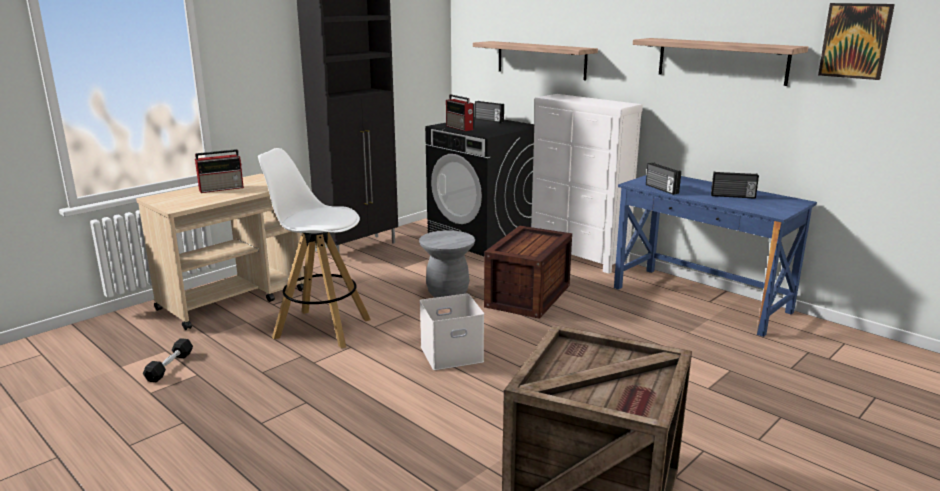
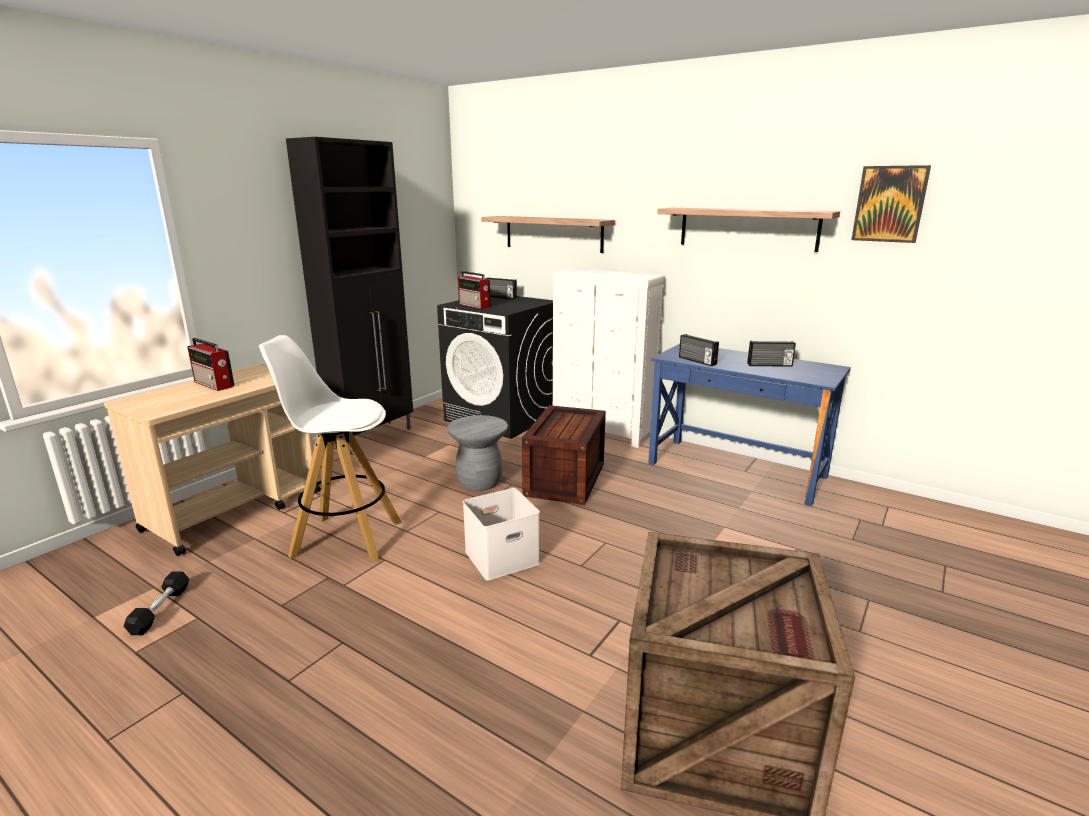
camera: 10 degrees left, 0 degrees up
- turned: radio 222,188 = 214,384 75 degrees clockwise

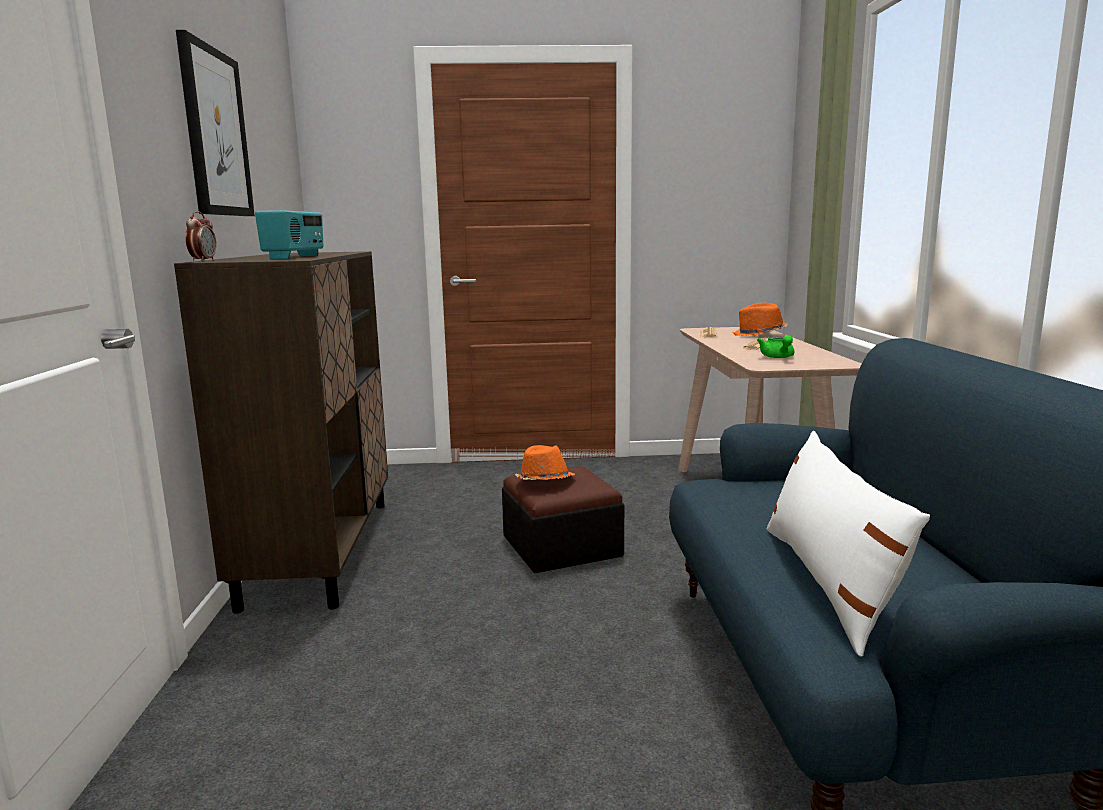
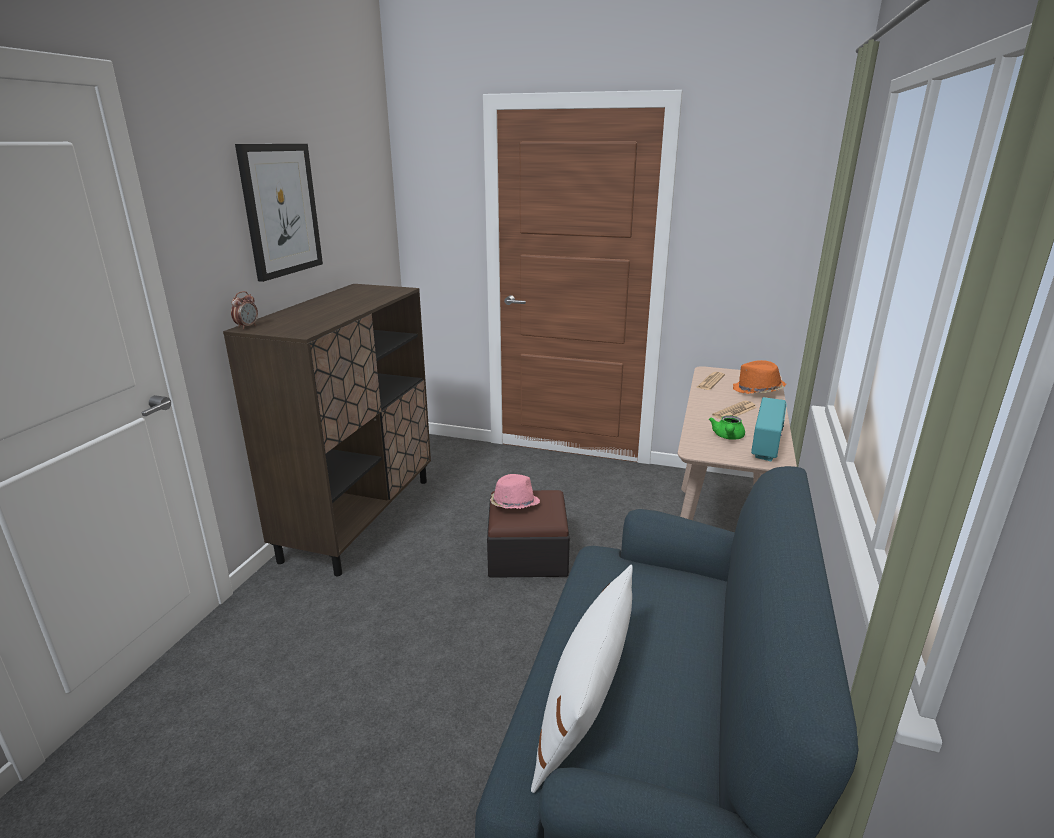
camera: 20 degrees right, 10 degrees up
- moved: radio 295,257 to 766,446
- recoloured: orange hat 544,482 to pinkish hat 514,504

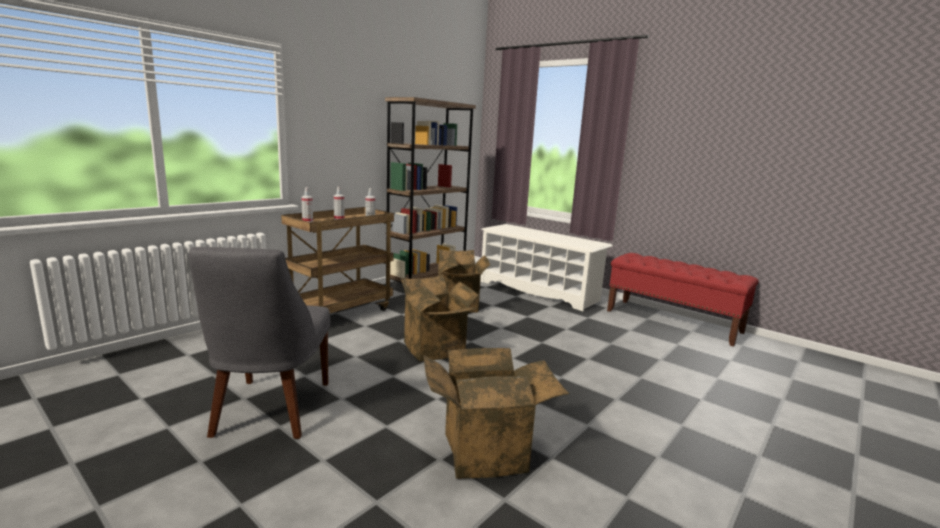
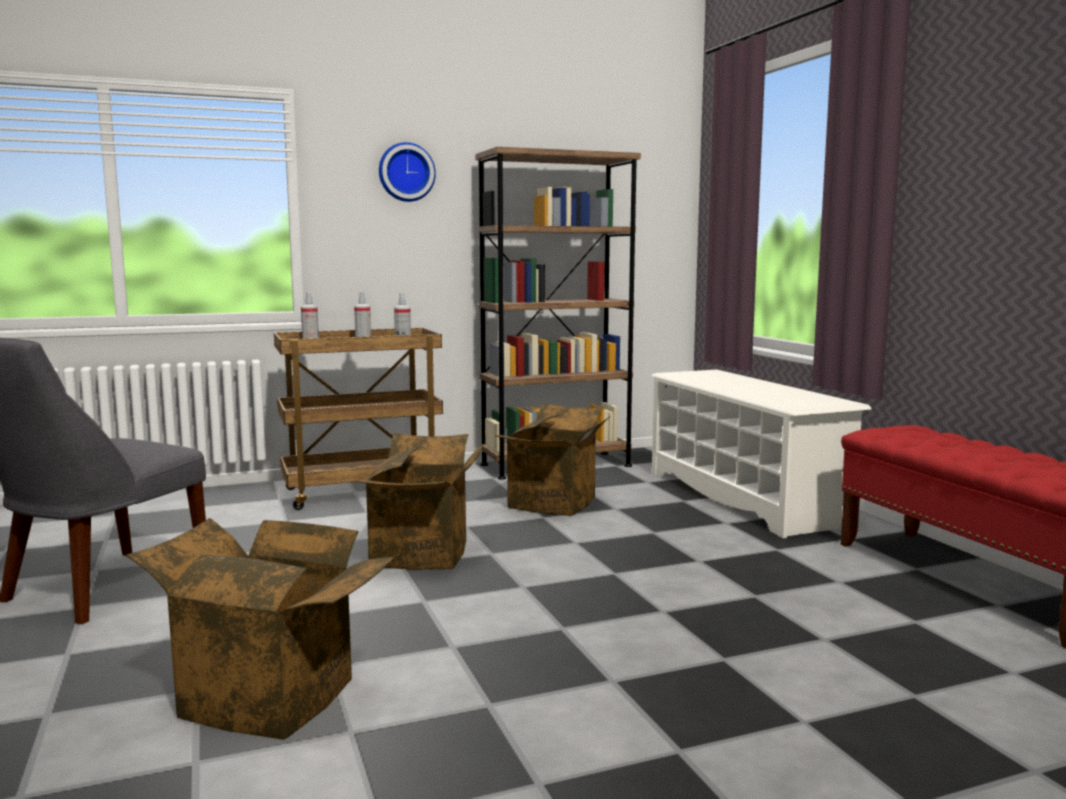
camera: 30 degrees right, 5 degrees down
- added: clock on the wall 406,172

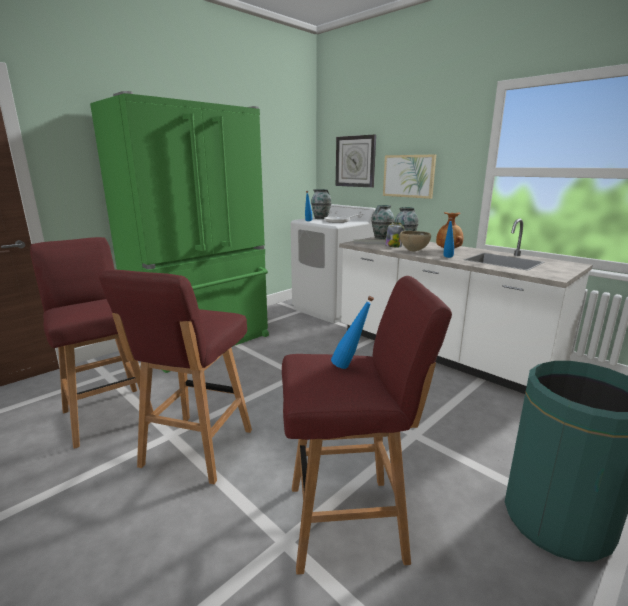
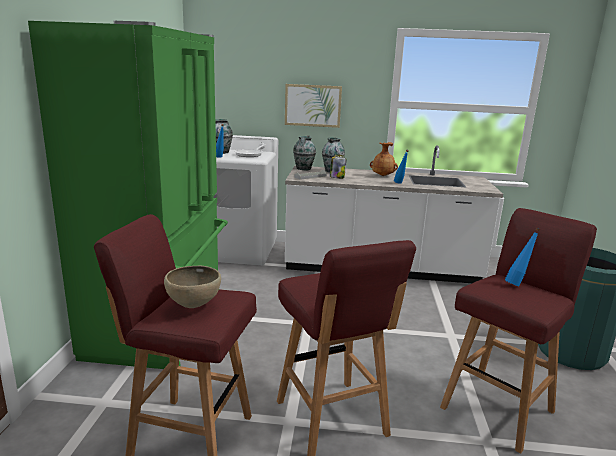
camera: 40 degrees left, 0 degrees up
- removed: clock on the wall 355,161
- moved: brownish serving bowl 414,251 to 194,305

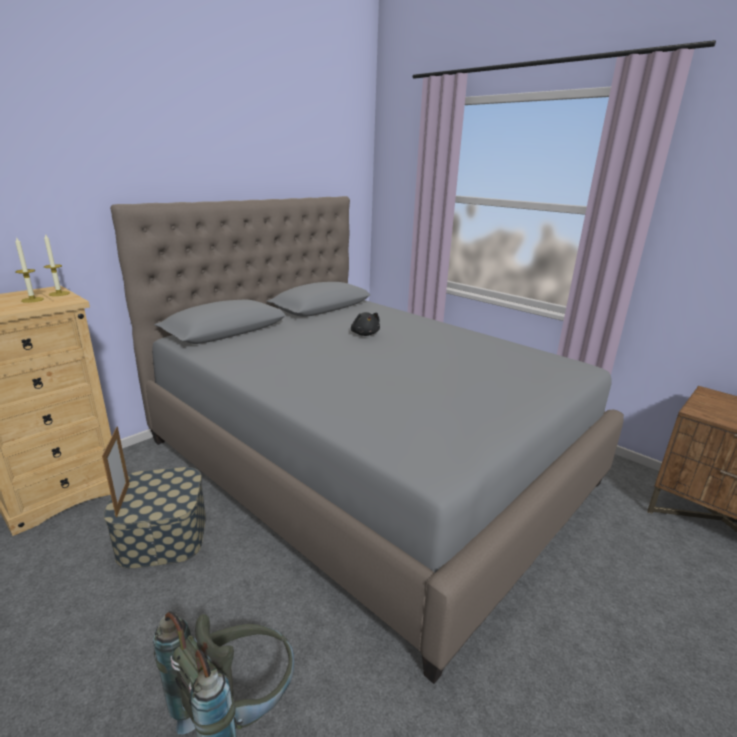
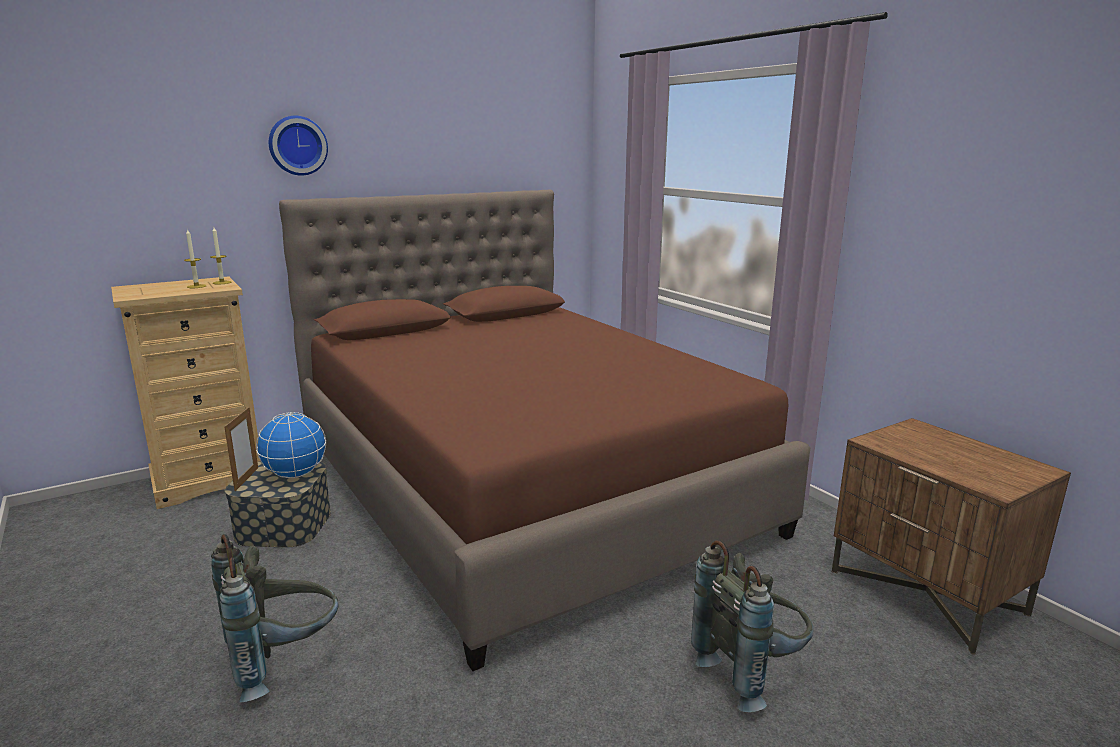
camera: 15 degrees right, 5 degrees down
- recoloured: grey bedroom bed 367,461 to brownish bedroom bed 523,486
- removed: blackish plush toy 365,334
- added: clock on the wall 297,145
- added: globe 295,474
- added: grey backpack 751,672

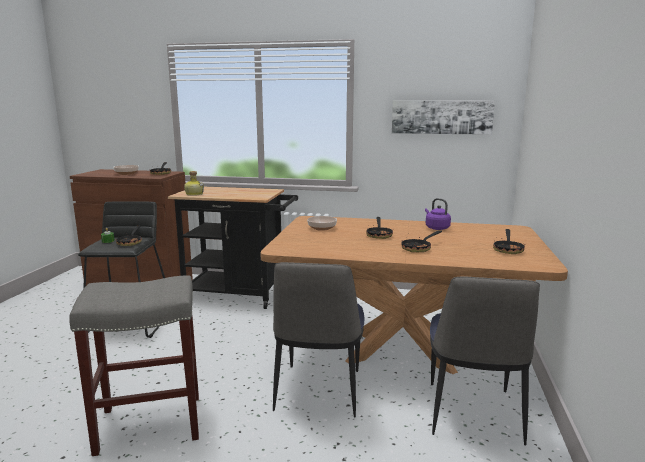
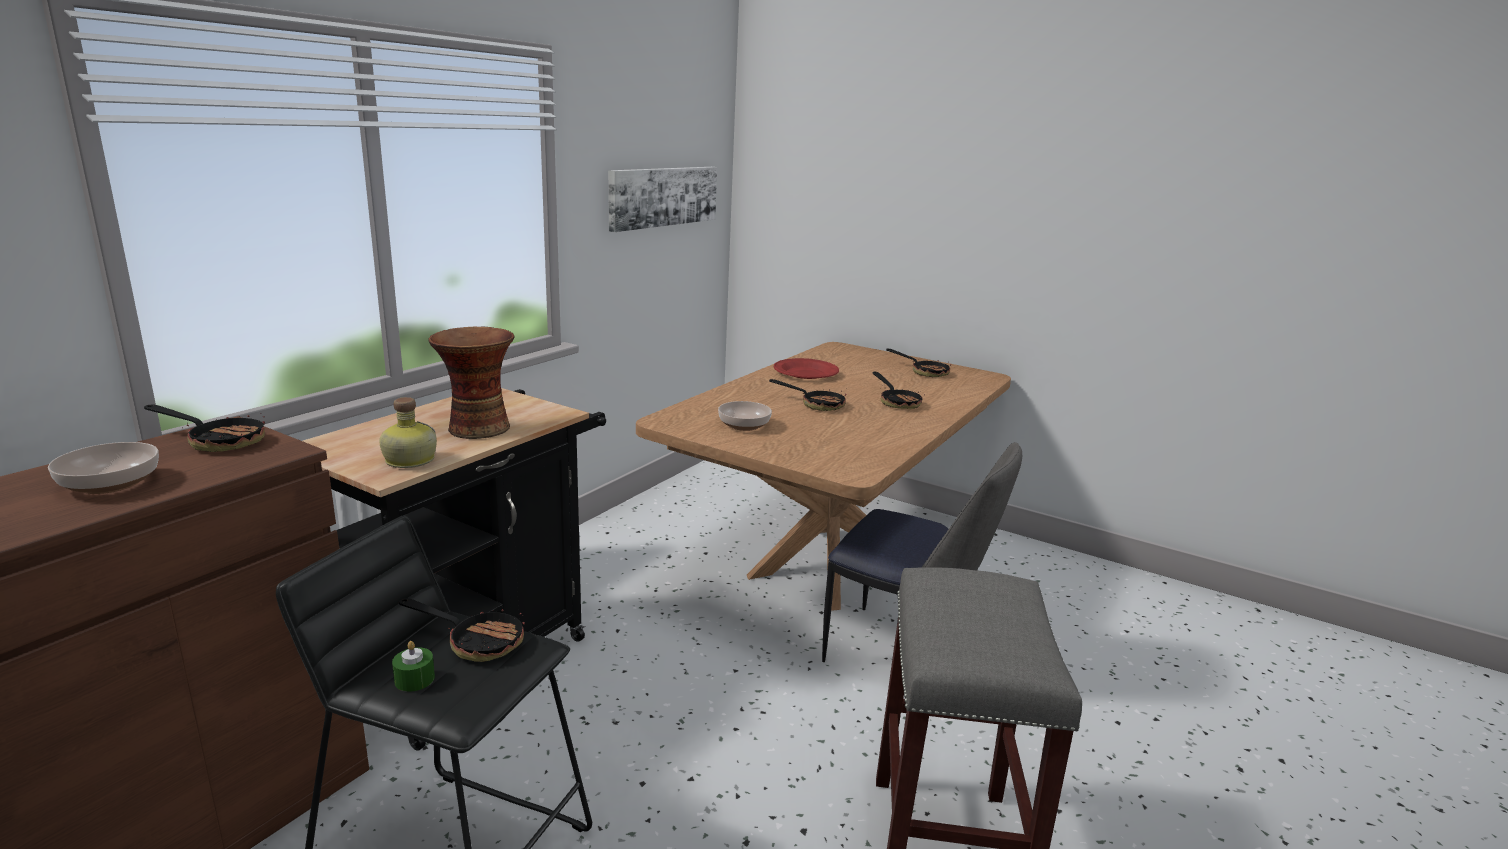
camera: 70 degrees left, 5 degrees up
- replaced: purple water kettle 436,228 to reddish dinner plate 805,373
- removed: upright chair 473,414
- added: decorative vase 477,428

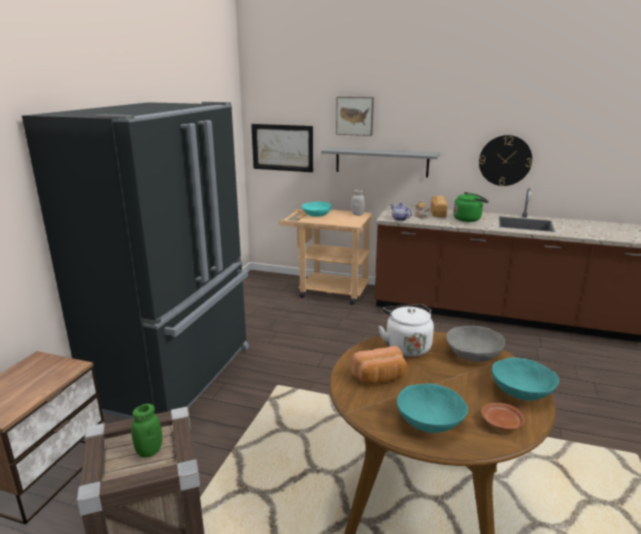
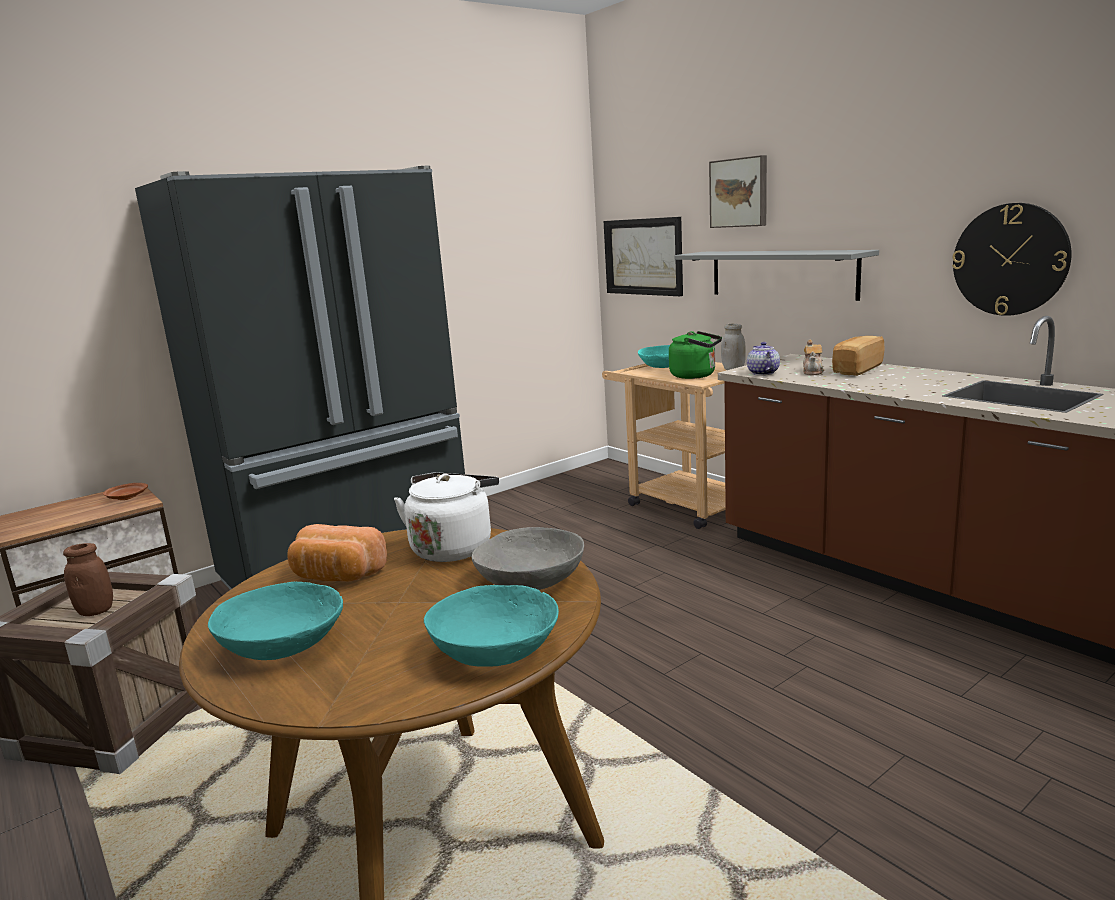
camera: 35 degrees right, 5 degrees down
- moved: green water kettle 468,219 to 696,376
- moved: brownish dinner plate 501,422 to 126,497
- recoloured: green preserve jar 149,451 to brownish preserve jar 95,611

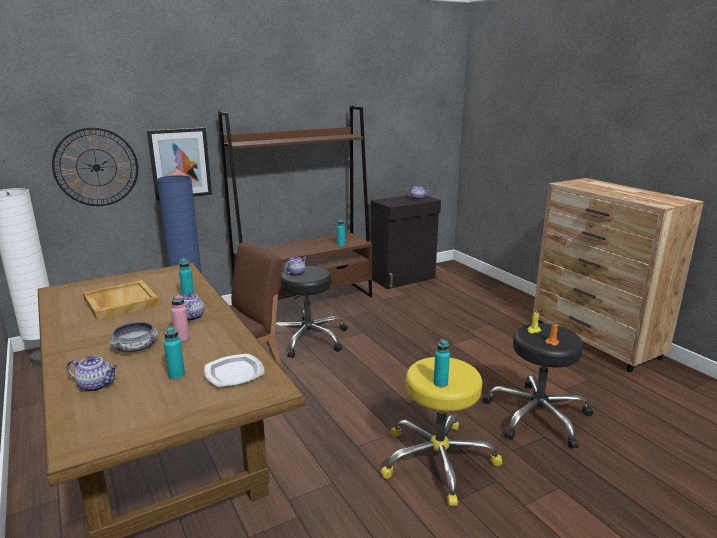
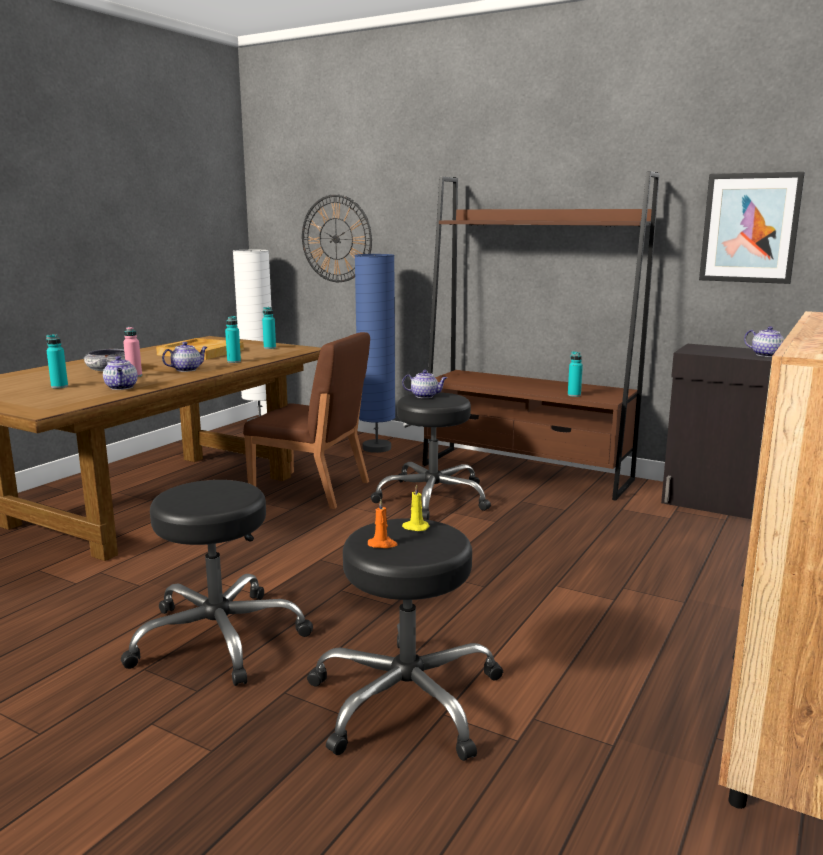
camera: 60 degrees right, 5 degrees down
- moved: wall picture 180,163 to 750,228
- moved: turquoise bottle 440,383 to 269,348
- removed: dinner plate 234,372
- moved: pot for tea 96,385 to 122,387
- recoloured: yellowish stool seat 437,460 to blackish stool seat 219,637

